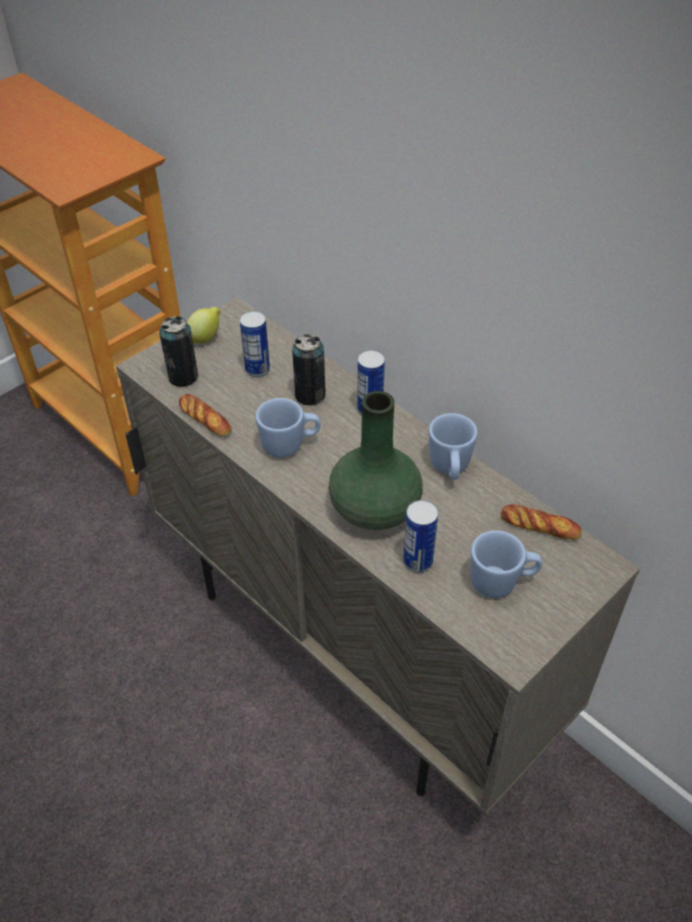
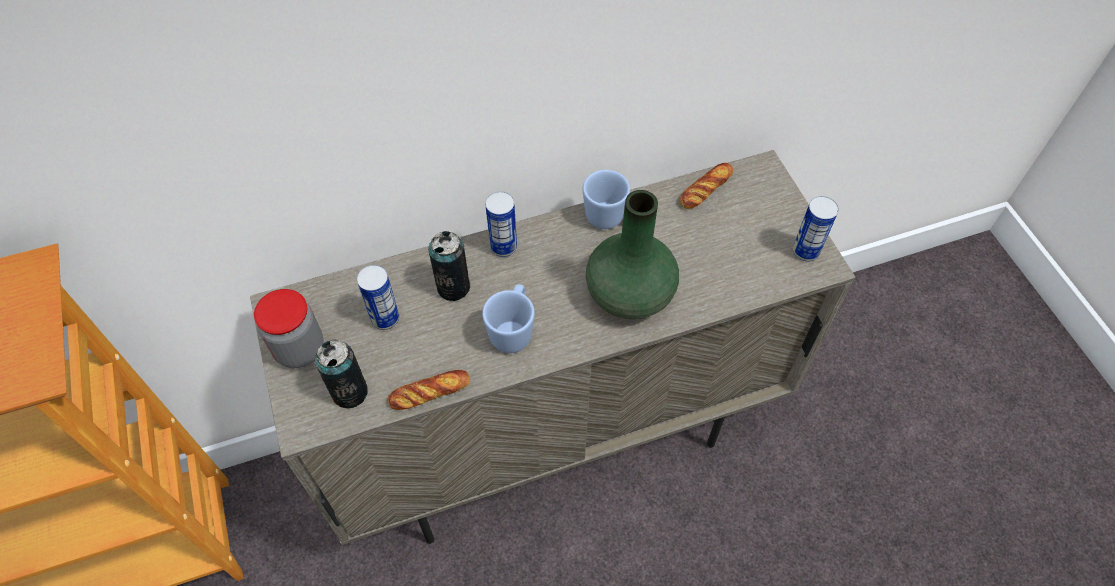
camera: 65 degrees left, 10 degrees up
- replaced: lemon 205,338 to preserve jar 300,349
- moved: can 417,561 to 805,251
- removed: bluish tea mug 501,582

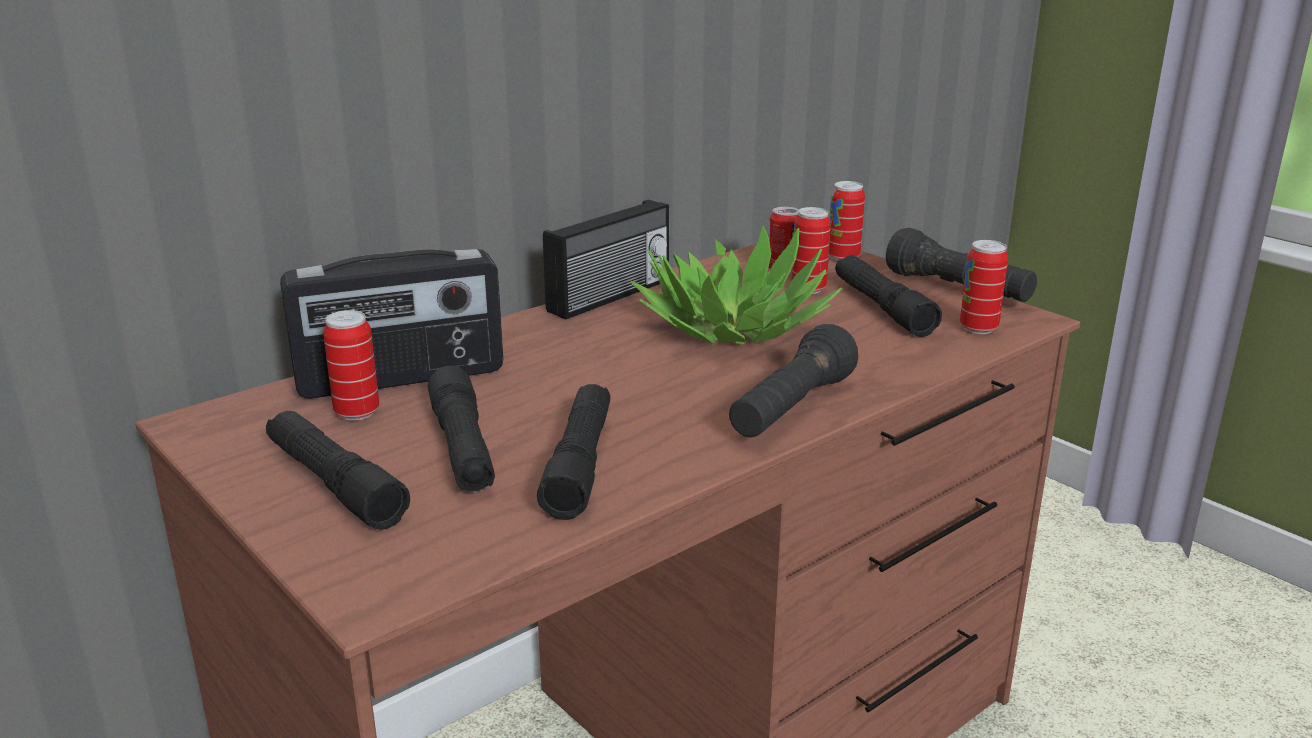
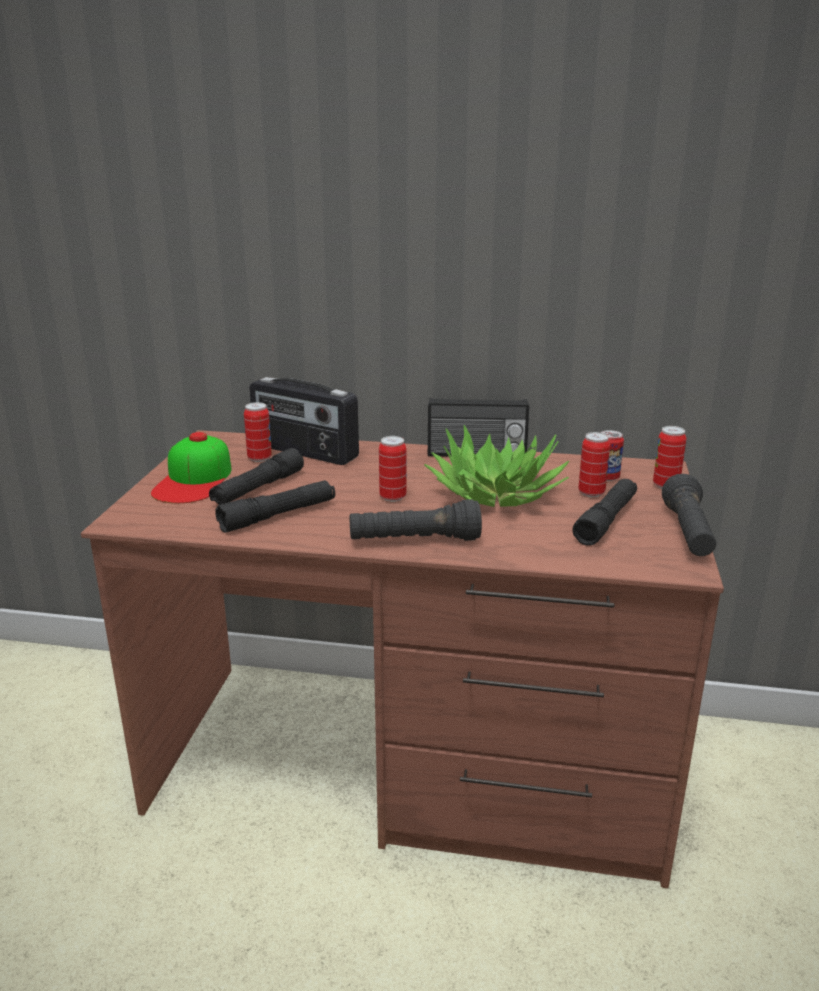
camera: 50 degrees right, 0 degrees up
- moved: can 978,328 to 393,497
- replaced: blackish flashlight 334,484 to baseball cap 194,480

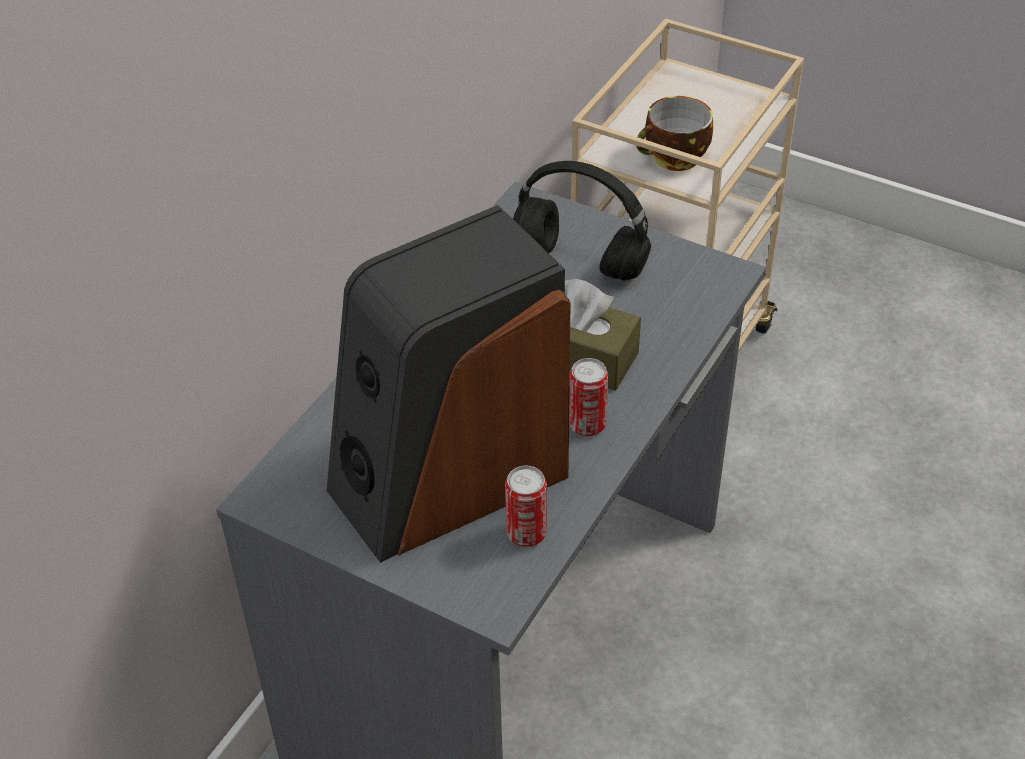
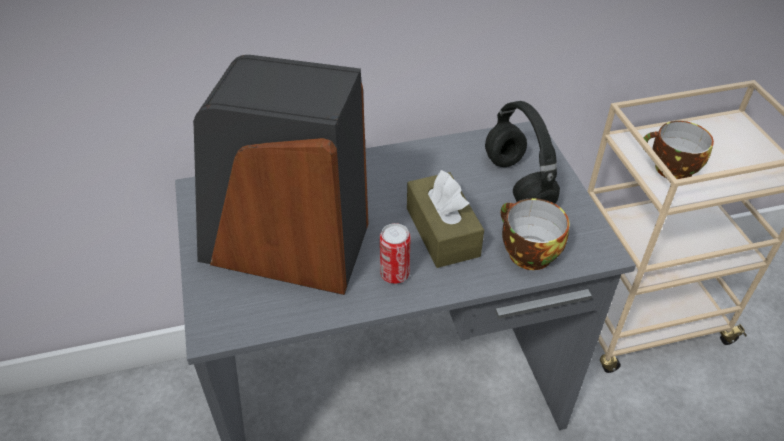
camera: 45 degrees right, 0 degrees up
- removed: can 526,533
- added: cup 526,253

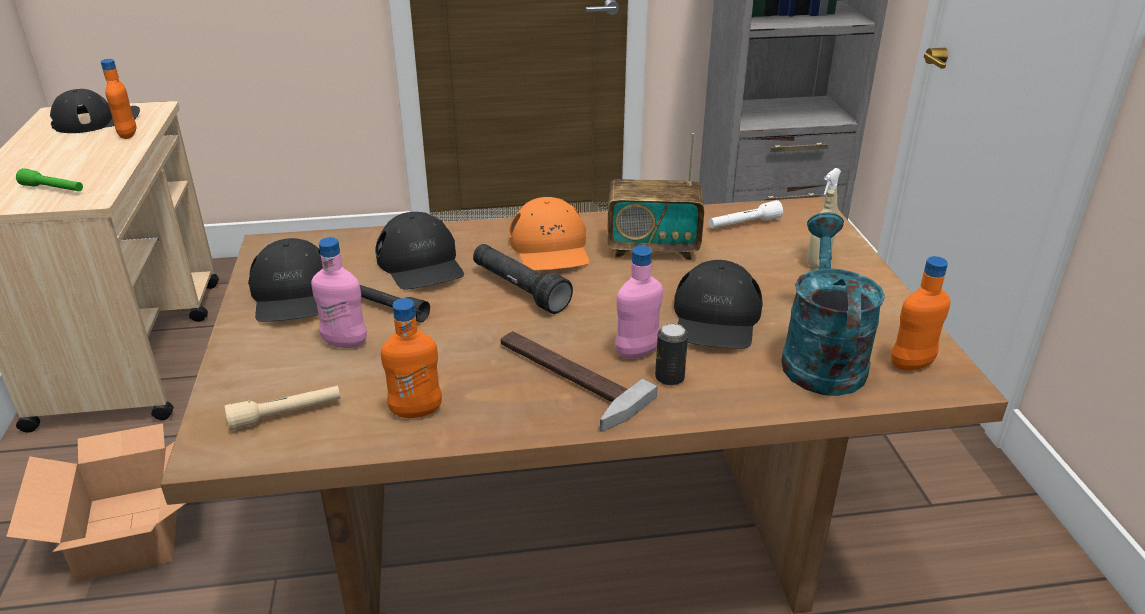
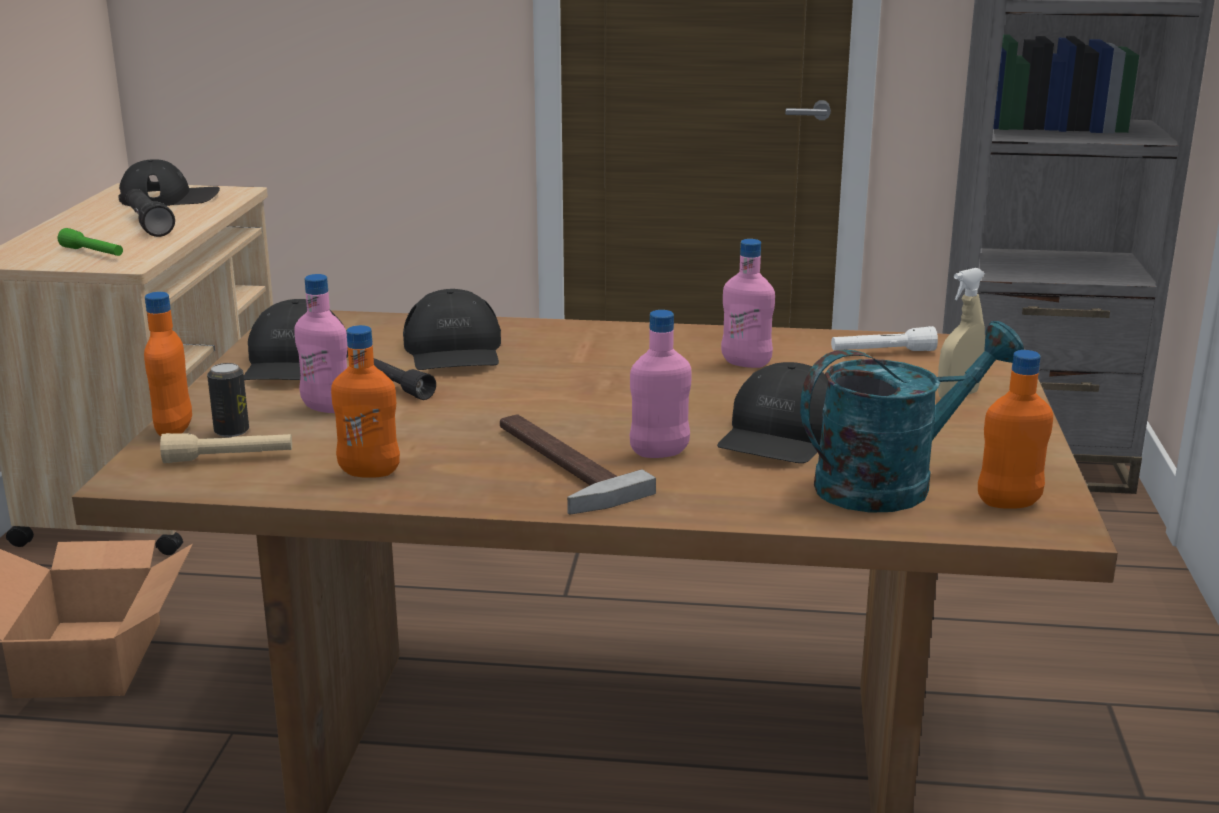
camera: 15 degrees right, 10 degrees down
- moved: orange bottle 128,135 to 174,430
- replaced: radio 652,248 to pinkish bottle 746,363
- removed: orange baseball cap 550,248
- turned: turquoise watering can 820,356 = 891,482 45 degrees clockwise
- moved: blackish flashlight 519,289 to 148,224
- moved: can 669,378 to 231,431

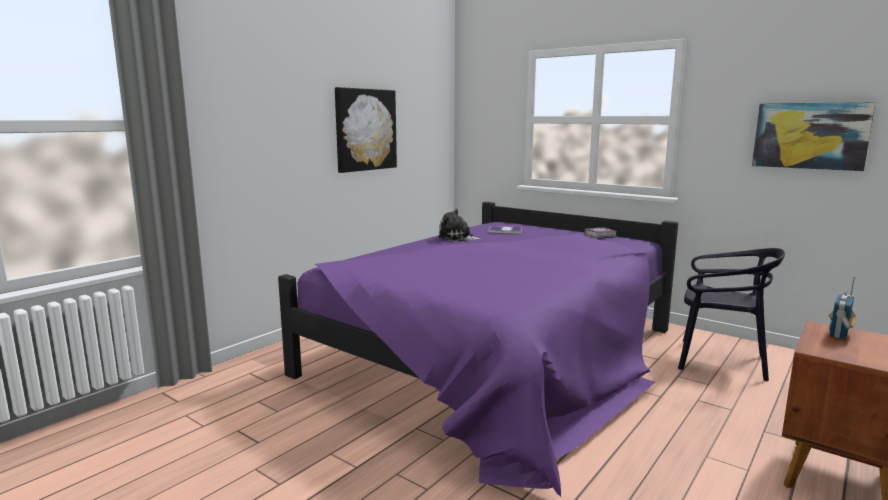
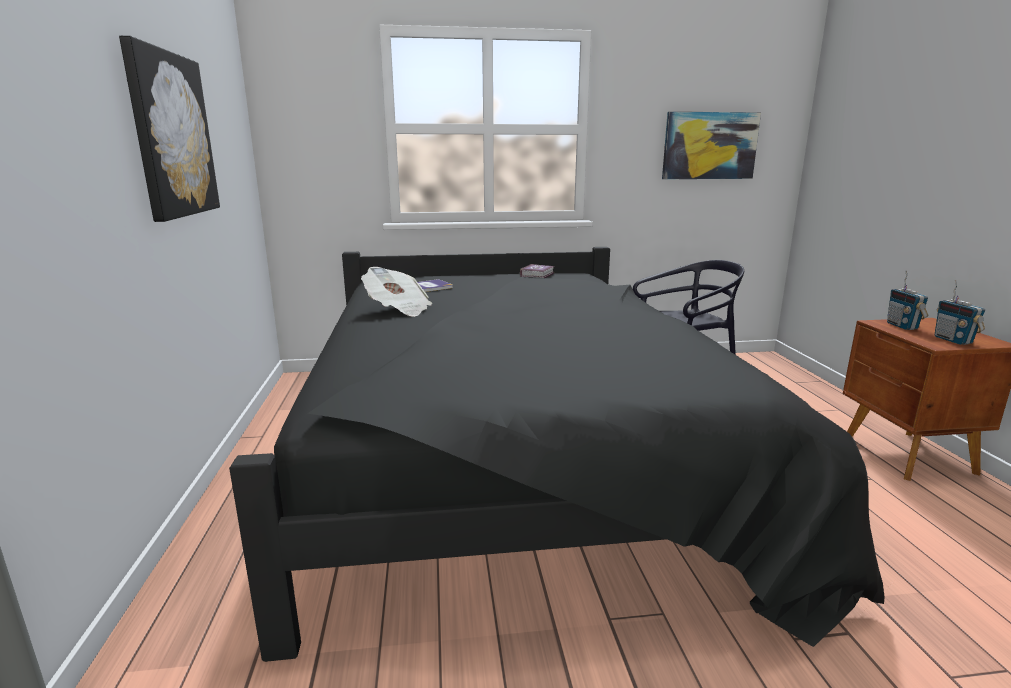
camera: 45 degrees left, 5 degrees up
- recoloured: purple bedroom bed 499,357 to blackish bedroom bed 519,461
- replaced: plush toy 457,238 to newspaper 398,309
- added: radio 953,340

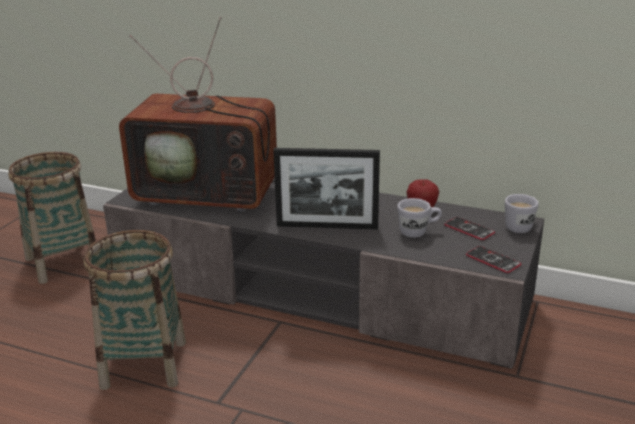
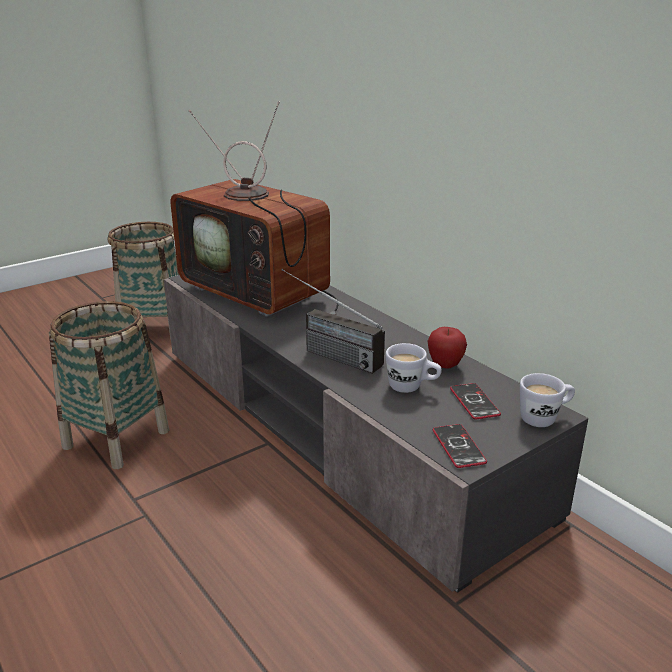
camera: 30 degrees right, 0 degrees up
- replaced: photo frame 327,226 to radio 325,353

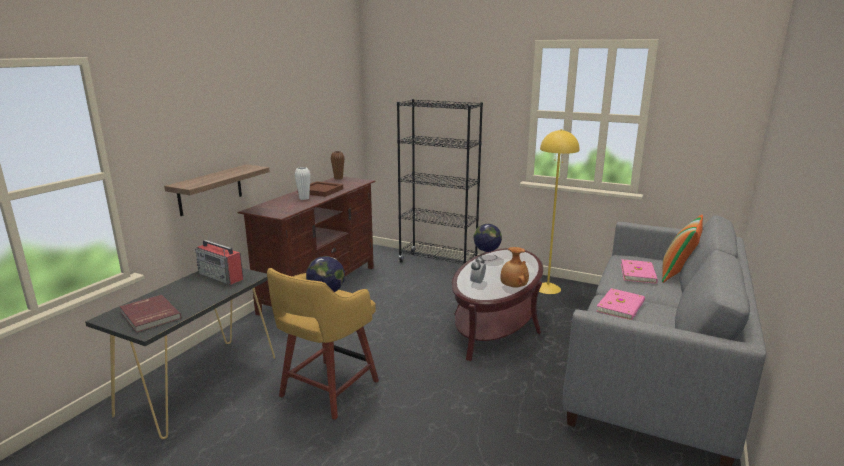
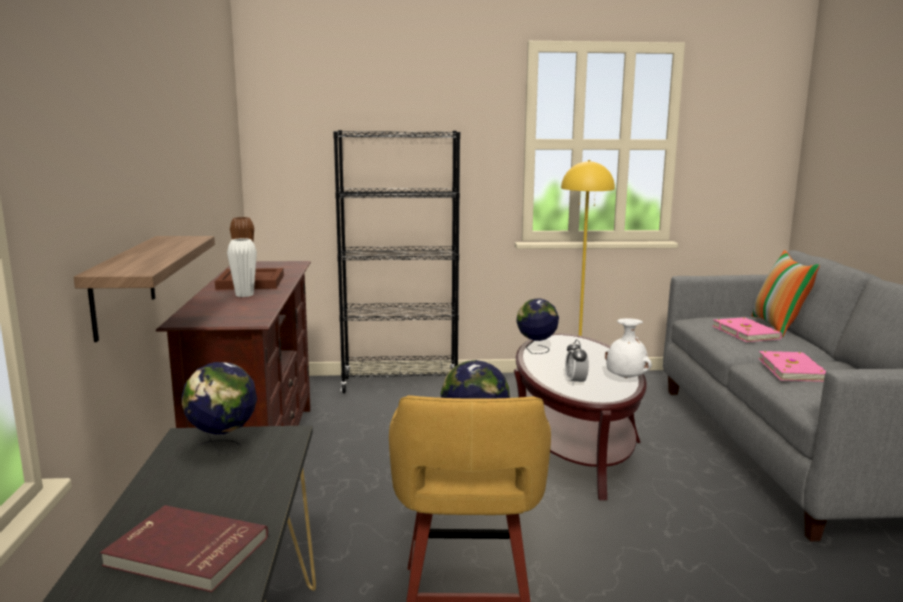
camera: 30 degrees left, 5 degrees down
- replaced: radio 221,276 to globe 223,449
- recoloured: brownish decorative vase 513,287 to white-coloured decorative vase 625,378

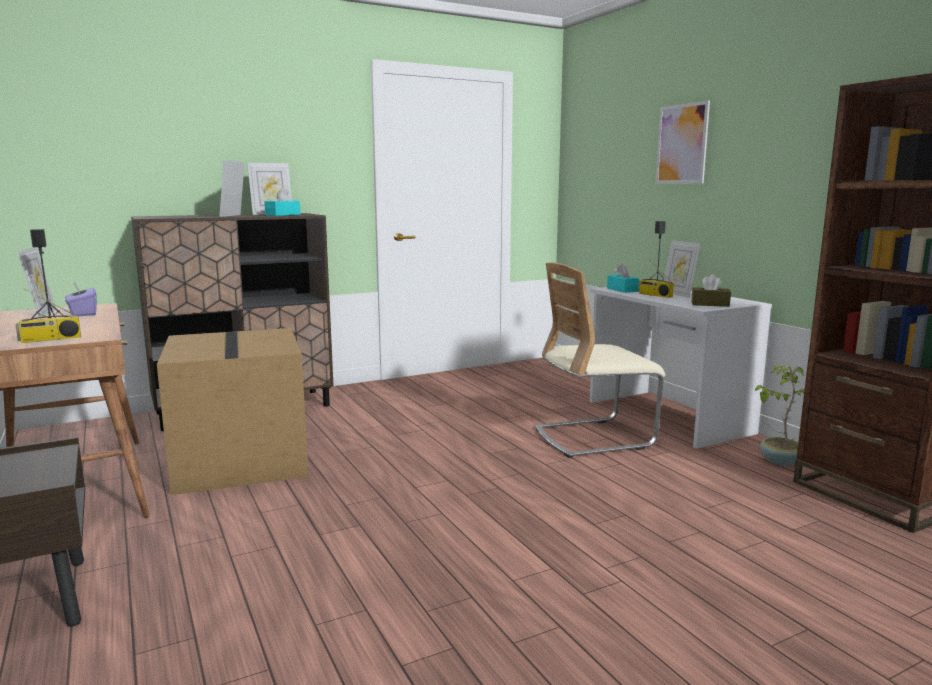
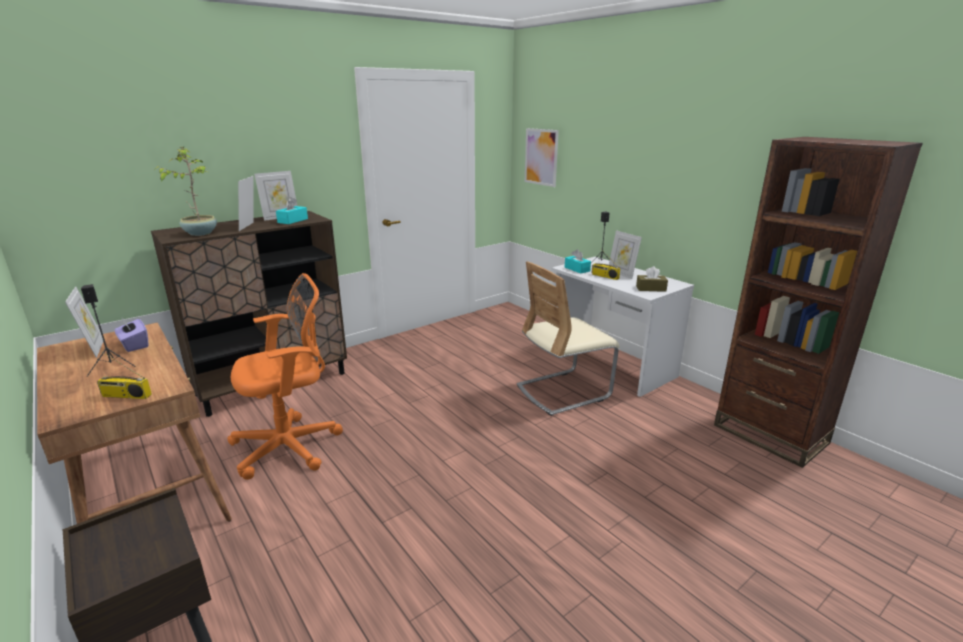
camera: 10 degrees left, 10 degrees up
- moved: wall picture 682,144 to 541,157
- turned: radio 50,339 = 125,396 45 degrees clockwise
- replaced: carton 243,461 to orange office chair 291,446
- moved: plant in a pot 779,461 to 200,233

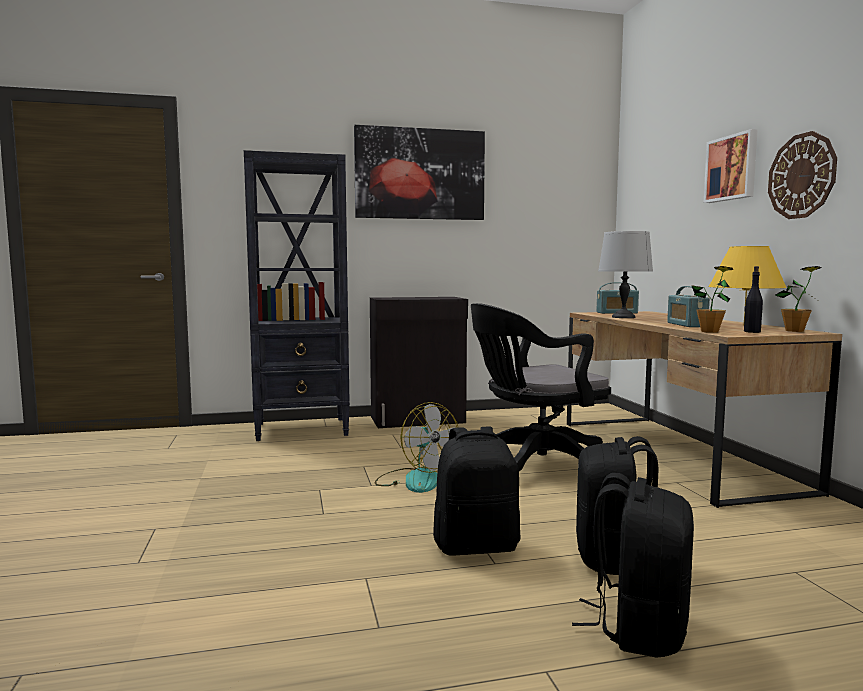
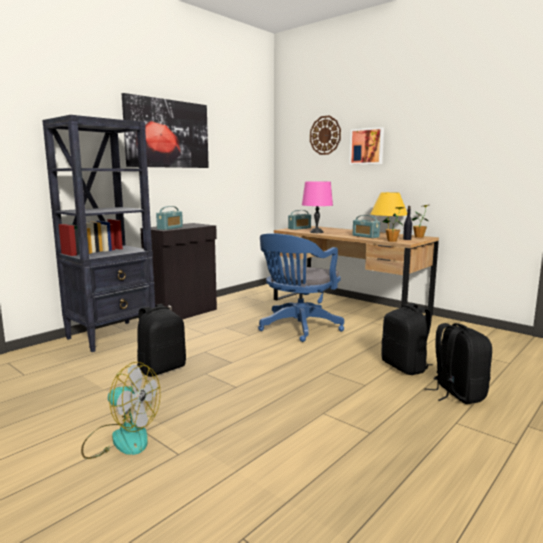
camera: 35 degrees left, 5 degrees up
- moved: clock on the wall 801,176 to 325,135
- recoloured: grey table lamp 623,317 to pinkish table lamp 316,232
- recoloured: blackish office chair 534,465 to bluish office chair 298,328
- moved: fan 415,480 to 121,438
- moved: blackish backpack 476,546 to 162,369
- added: radio 170,228

